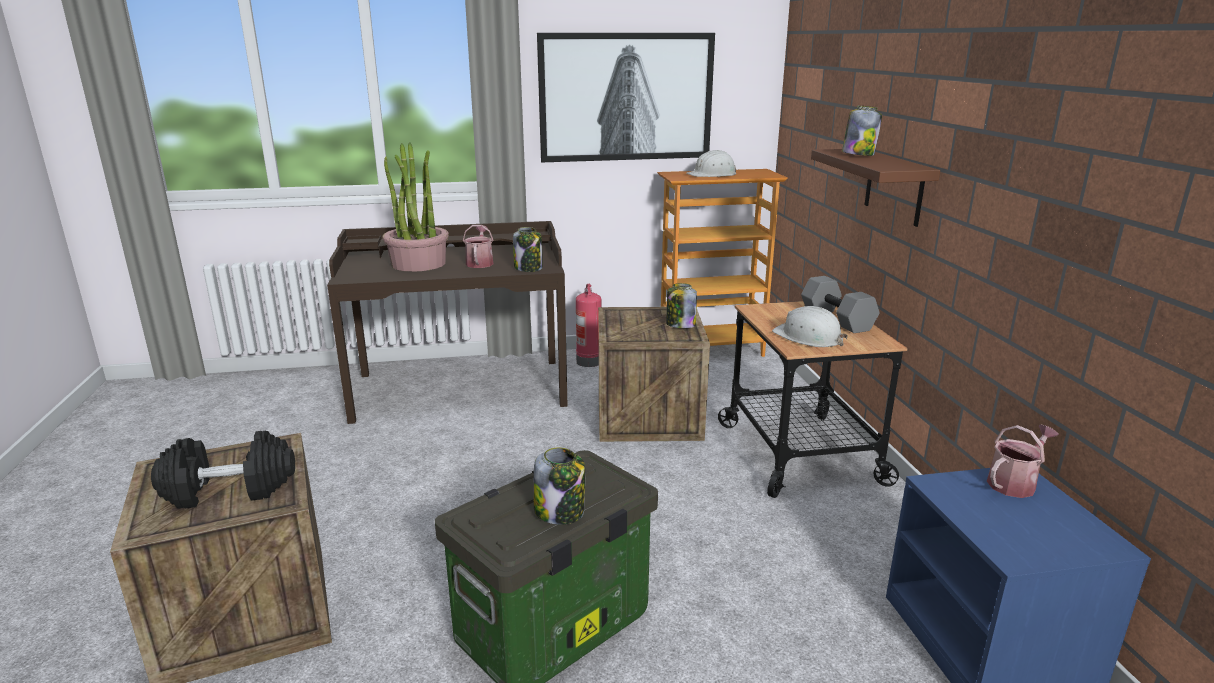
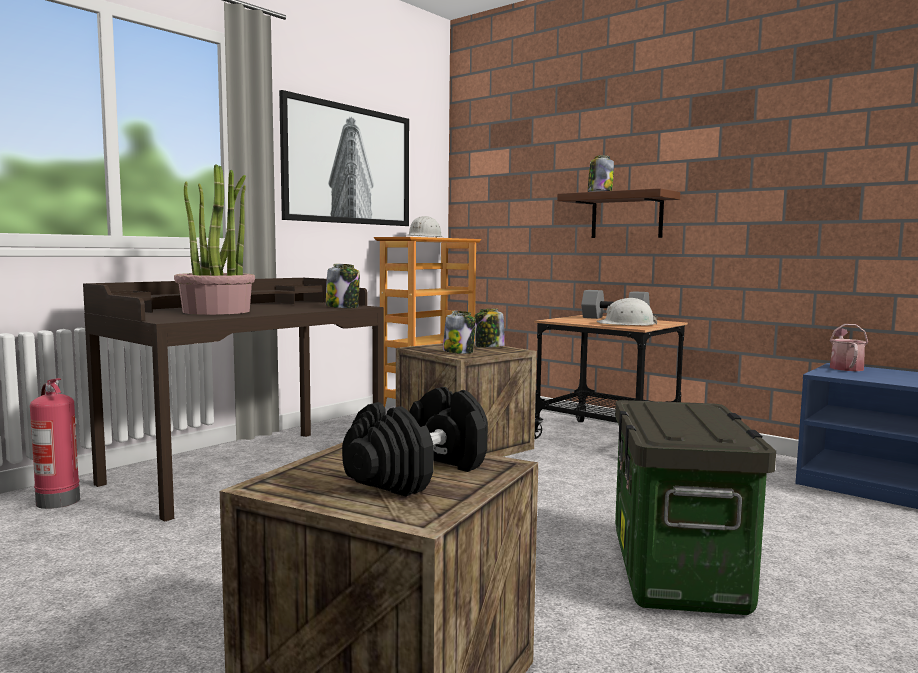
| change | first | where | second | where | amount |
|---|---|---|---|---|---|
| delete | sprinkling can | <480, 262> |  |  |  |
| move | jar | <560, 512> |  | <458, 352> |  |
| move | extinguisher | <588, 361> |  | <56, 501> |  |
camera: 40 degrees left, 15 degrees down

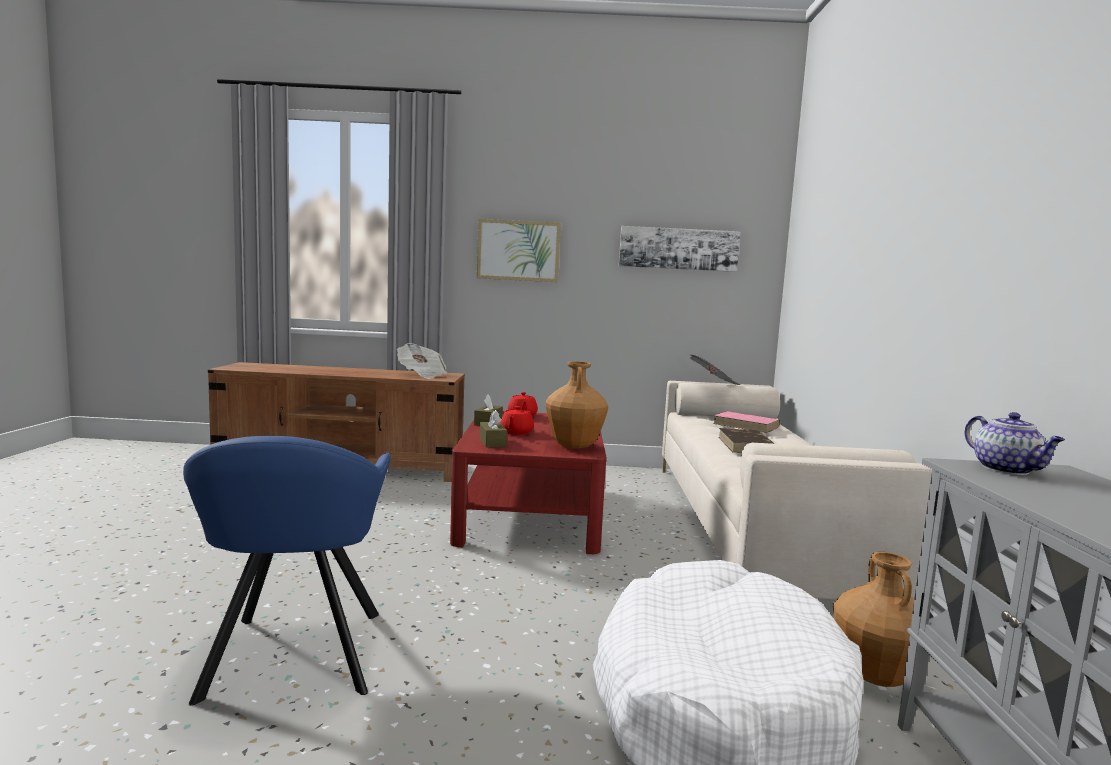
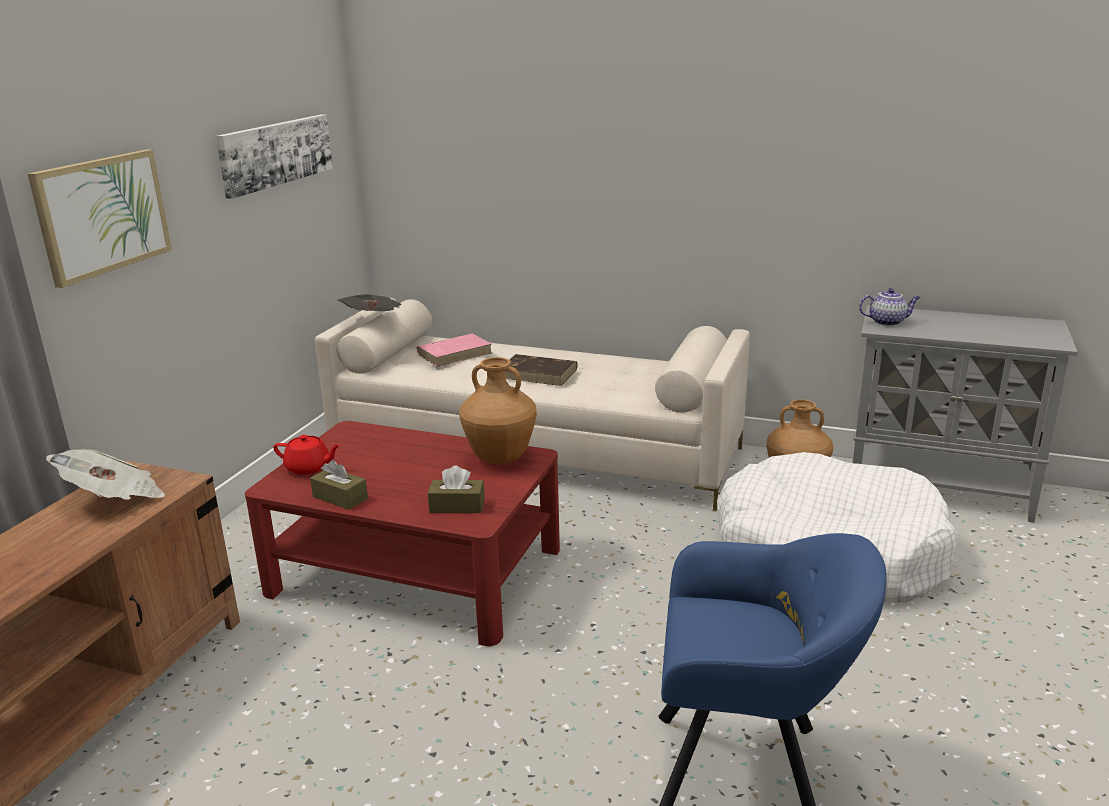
| change | first | where | second | where | amount |
|---|---|---|---|---|---|
| delete | red-coloured tea pot | <516, 432> |  |  |  |
camera: 70 degrees left, 15 degrees up

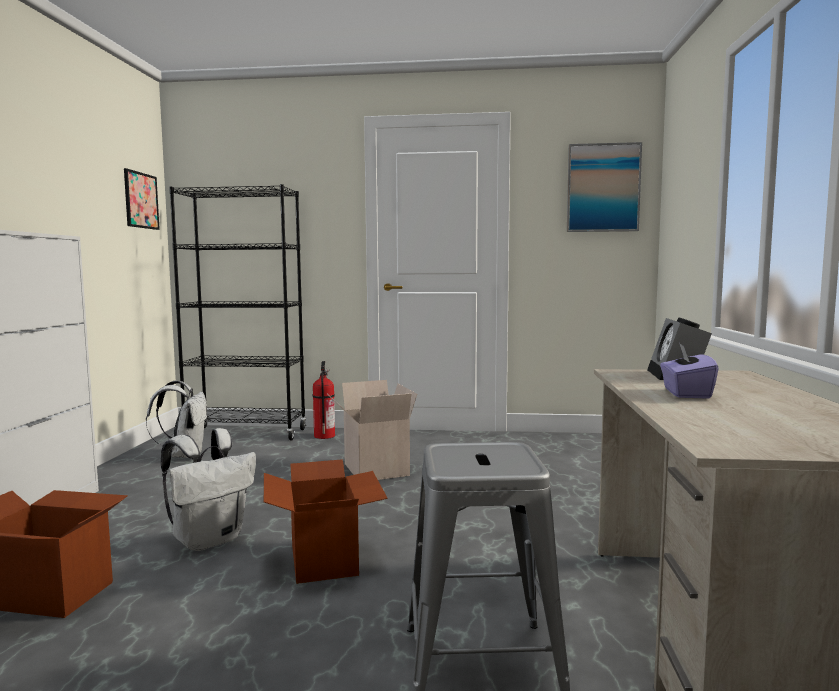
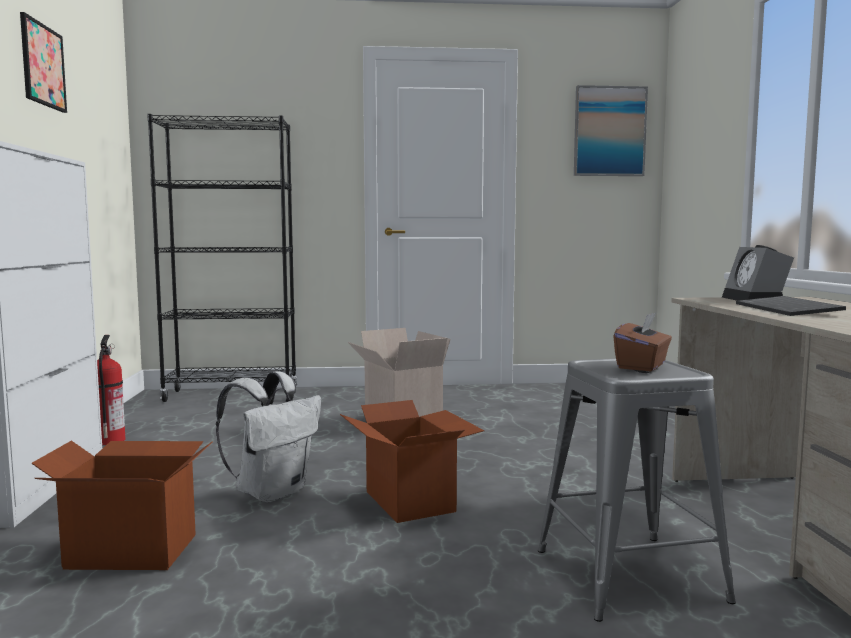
| change | first | where | second | where | amount |
|---|---|---|---|---|---|
| move | picture | <141, 200> |  | <43, 65> |  |
| delete | white rucksack | <185, 455> |  |  |  |
| move | extinguisher | <324, 436> |  | <109, 440> |  |
| replace | purplish box of tissues | <685, 393> | PC keyboard | <789, 309> |  |
| insert |  |  | brown-coloured box of tissues | <642, 366> |  |
camera: 10 degrees left, 0 degrees up

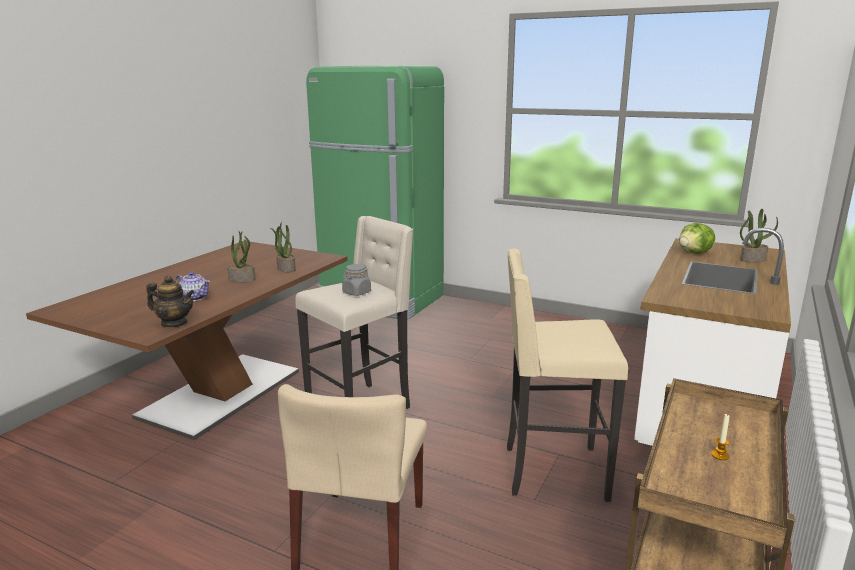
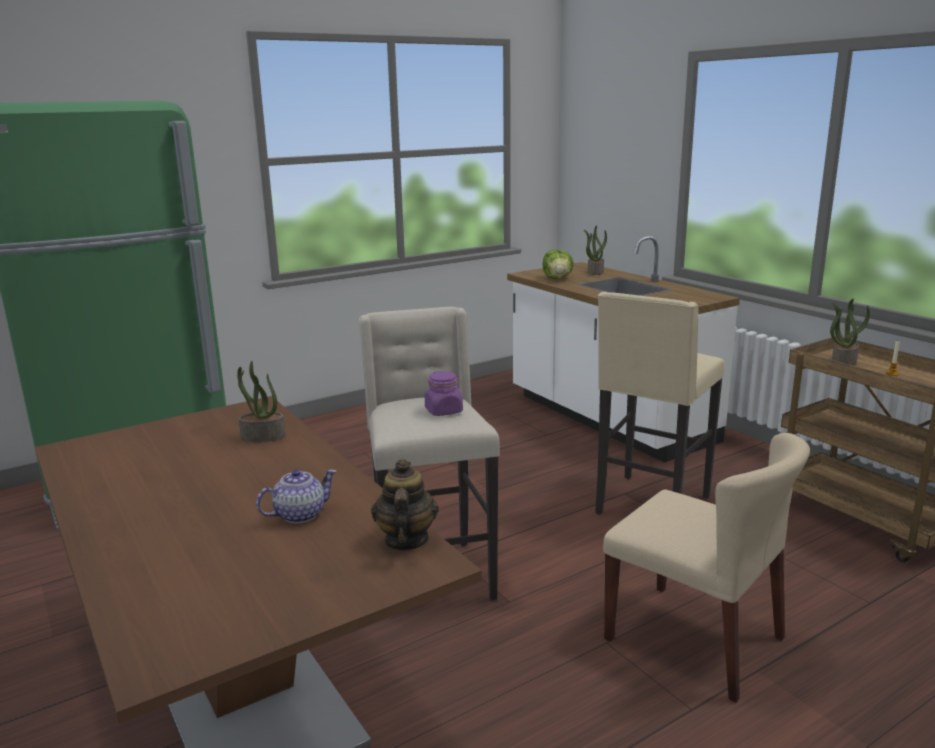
| change | first | where | second | where | amount |
|---|---|---|---|---|---|
| rotate | tea pot | <174, 323> |  | <405, 540> | 45 degrees counterclockwise |
| move | houseplant | <242, 279> |  | <843, 361> |  |
| recolor | greyish jar | <356, 292> | purplish jar | <444, 411> |  |
camera: 60 degrees left, 0 degrees up

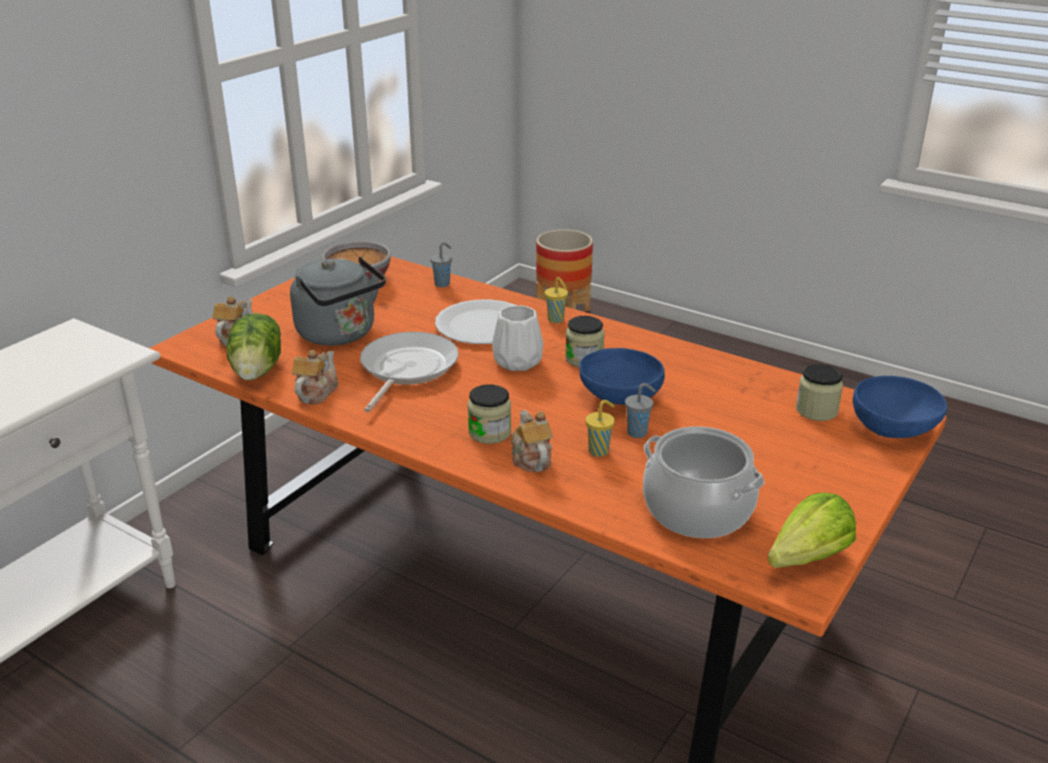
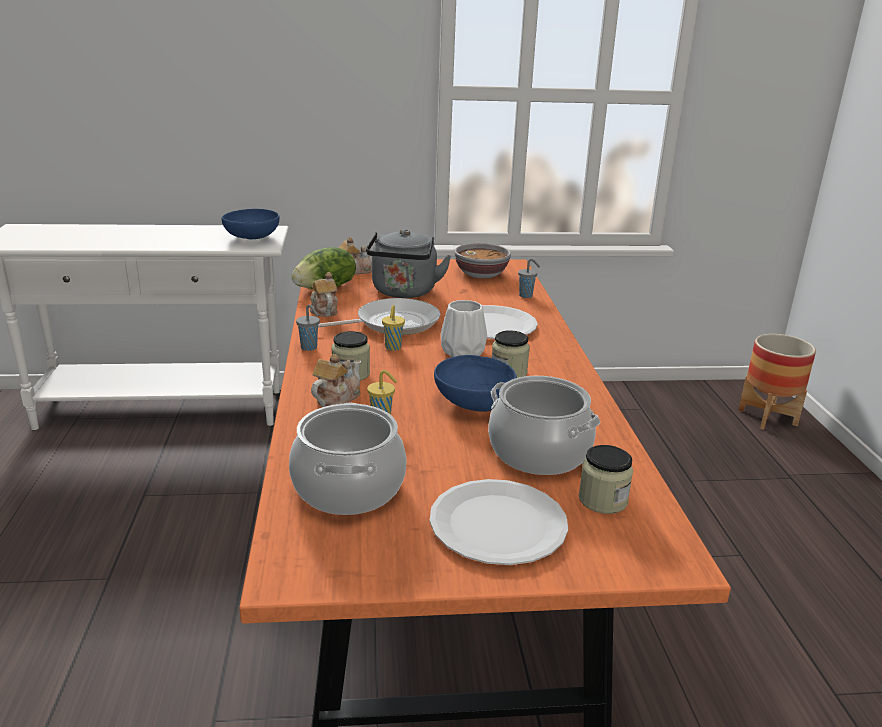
| change | first | where | second | where | amount |
|---|---|---|---|---|---|
| rotate | tea pot | <316, 392> |  | <323, 310> | 90 degrees counterclockwise |
| move | yellowish small cup | <556, 320> |  | <393, 348> |  |
| move | greyish small cup | <638, 433> |  | <309, 348> |  |
| delete | head of lettuce | <800, 561> |  |  |  |
| move | bluish bowl | <894, 429> |  | <252, 239> |  |
| insert |  |  | white dinner plate | <497, 524> |  |
| insert |  |  | stockpot | <539, 452> |  |
camera: 50 degrees right, 5 degrees down

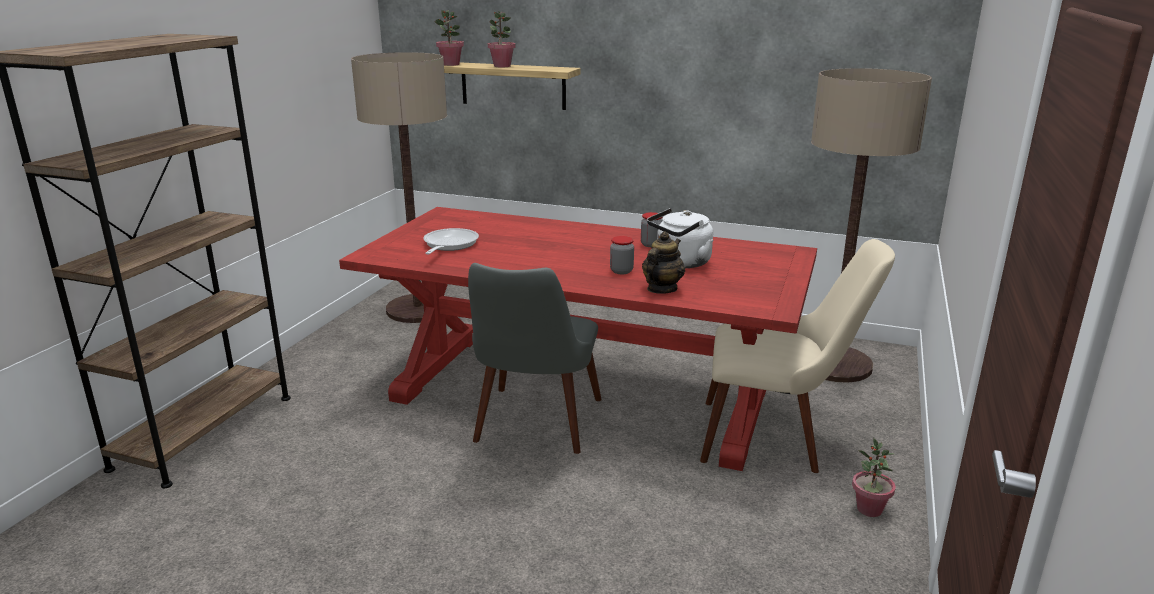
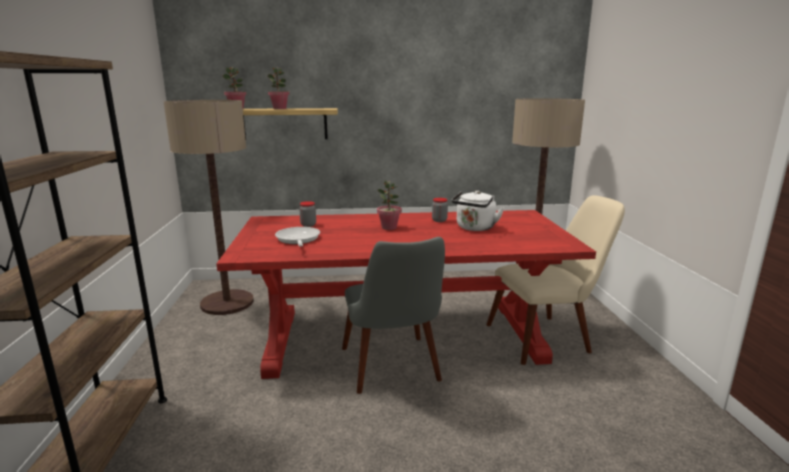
| change | first | where | second | where | amount |
|---|---|---|---|---|---|
| move | jar | <621, 271> |  | <308, 225> |  |
| delete | tea pot | <661, 289> |  |  |  |
| move | houseplant | <869, 509> |  | <389, 227> |  |
camera: 25 degrees left, 5 degrees down

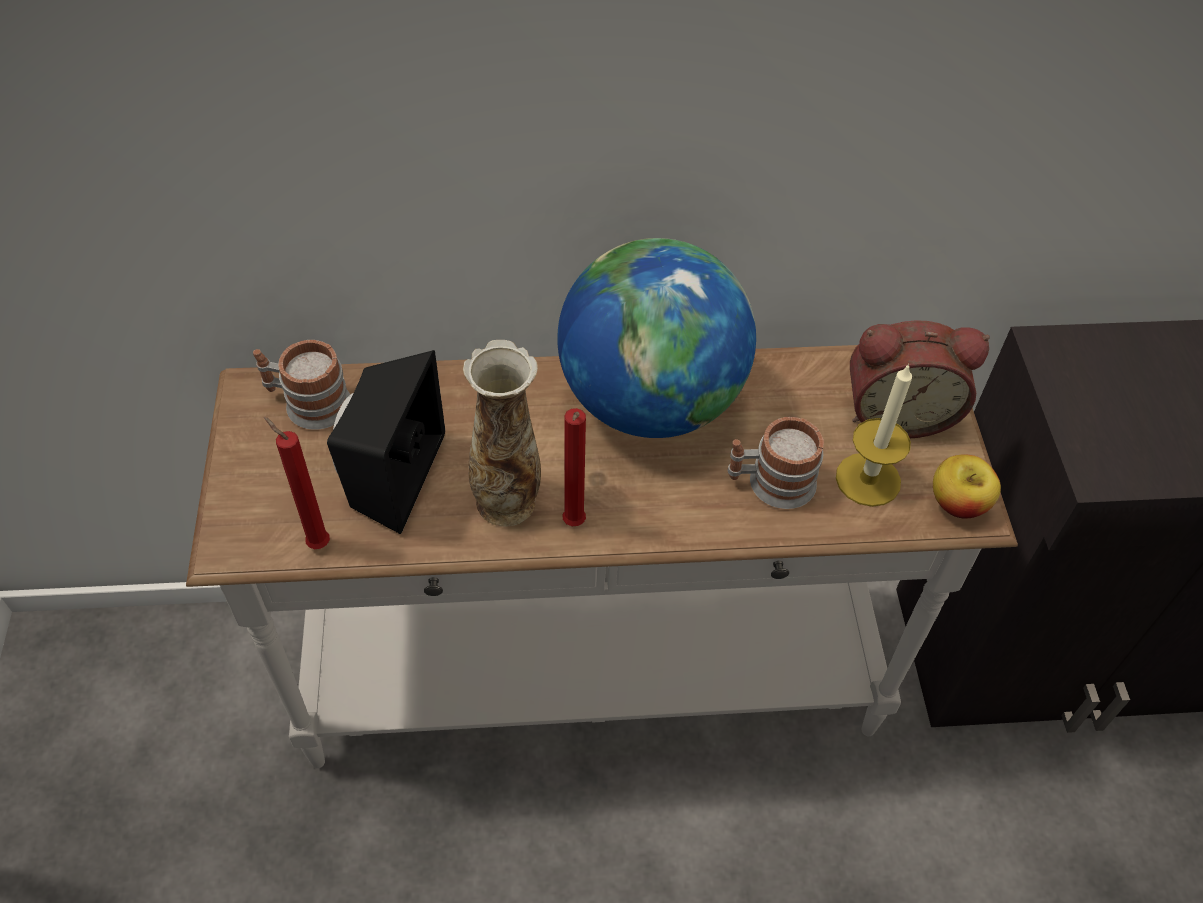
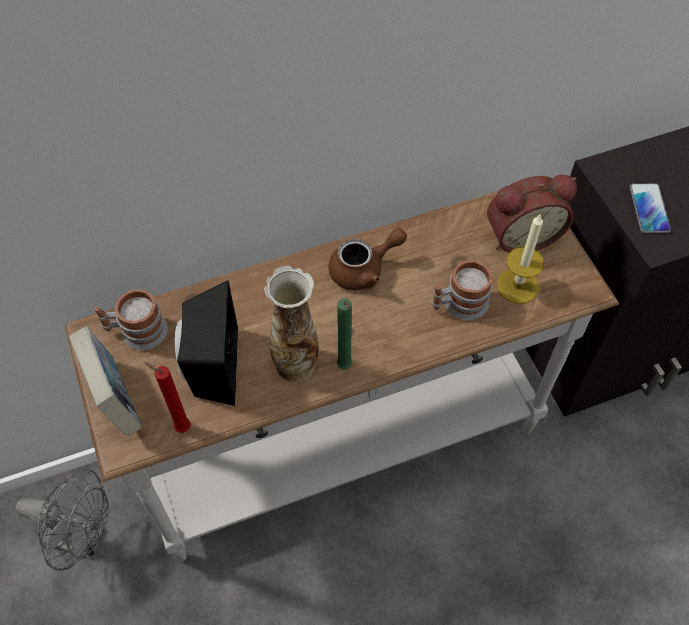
| change | first | where | second | where | amount |
|---|---|---|---|---|---|
| replace | desk globe | <650, 402> | brown-coloured tea pot | <364, 270> |  |
| recolor | red-coloured wax candle | <573, 525> | green-coloured wax candle | <344, 368> |  |
| delete | apple fruit | <957, 503> |  |  |  |
| insert |  |  | greyish electric fan | <84, 538> |  |
| insert |  |  | book | <115, 399> |  |
| insert |  |  | handset | <649, 209> |  |
camera: 15 degrees left, 5 degrees up

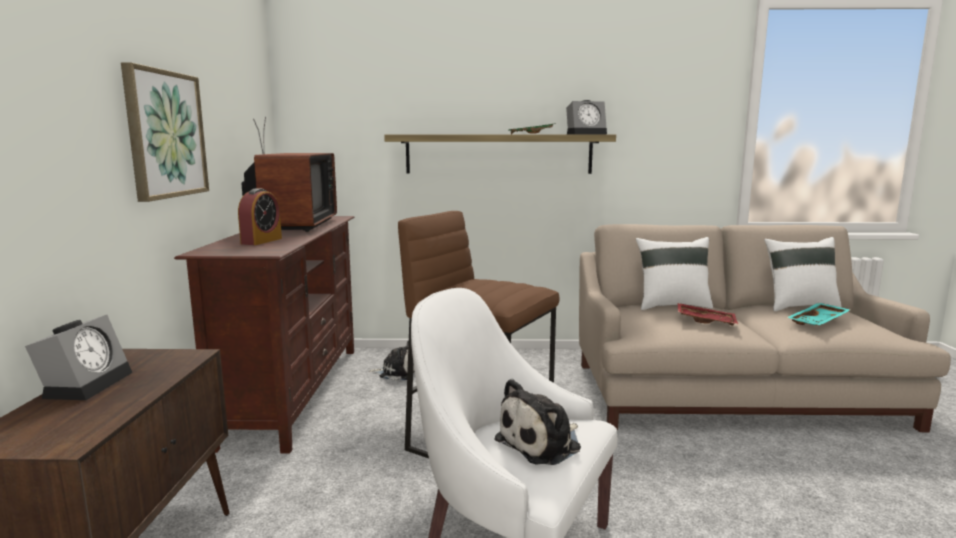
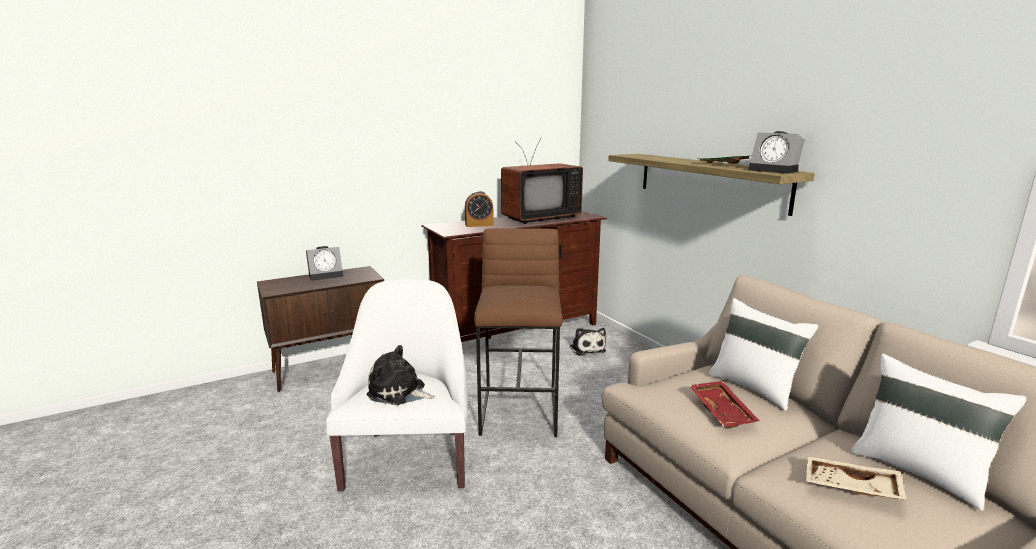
| change | first | where | second | where | amount |
|---|---|---|---|---|---|
| delete | picture | <165, 134> |  |  |  |
| recolor | turquoise-coloured carrying tray | <819, 322> | sand-coloured carrying tray | <851, 488> |  |
camera: 60 degrees right, 5 degrees up

